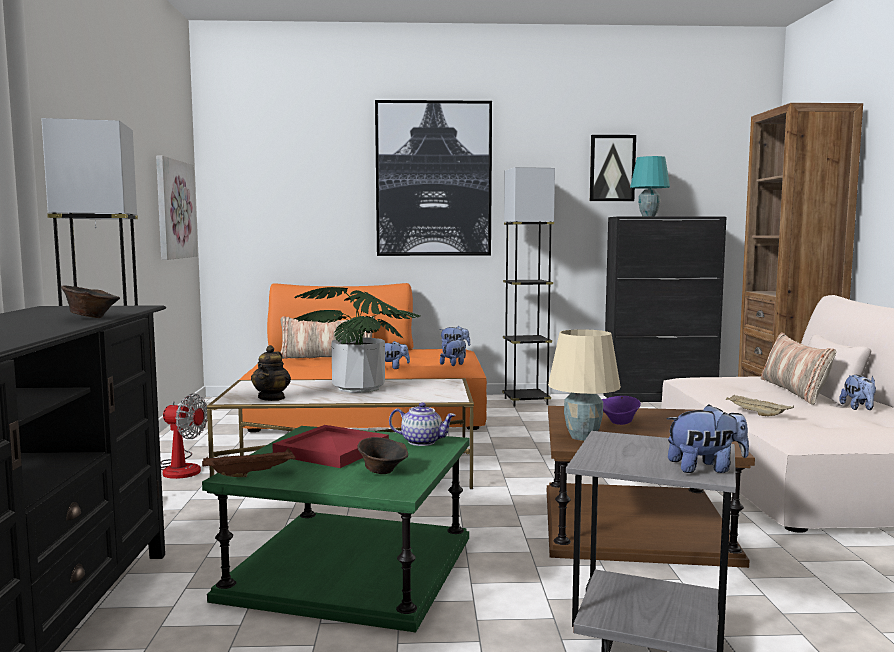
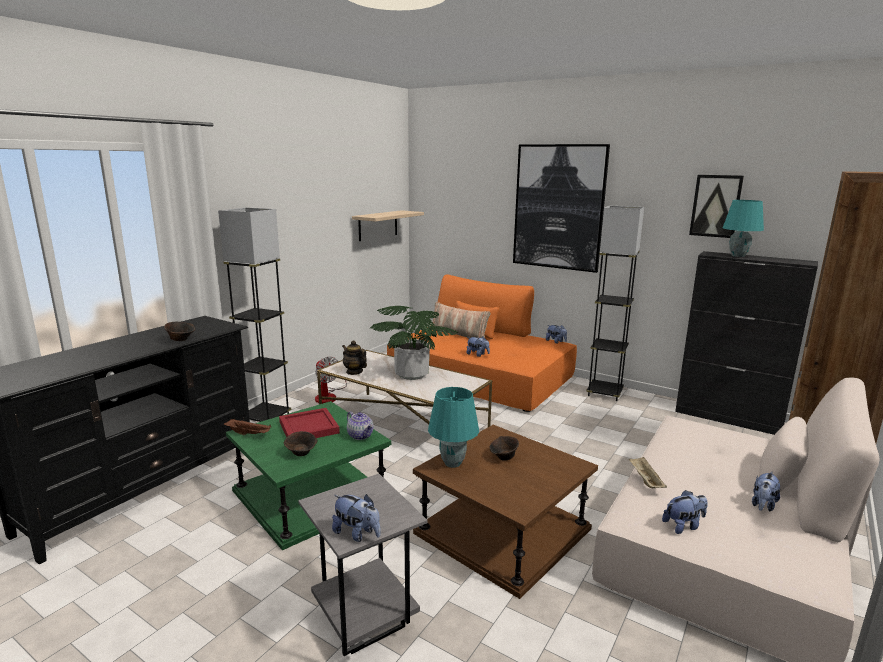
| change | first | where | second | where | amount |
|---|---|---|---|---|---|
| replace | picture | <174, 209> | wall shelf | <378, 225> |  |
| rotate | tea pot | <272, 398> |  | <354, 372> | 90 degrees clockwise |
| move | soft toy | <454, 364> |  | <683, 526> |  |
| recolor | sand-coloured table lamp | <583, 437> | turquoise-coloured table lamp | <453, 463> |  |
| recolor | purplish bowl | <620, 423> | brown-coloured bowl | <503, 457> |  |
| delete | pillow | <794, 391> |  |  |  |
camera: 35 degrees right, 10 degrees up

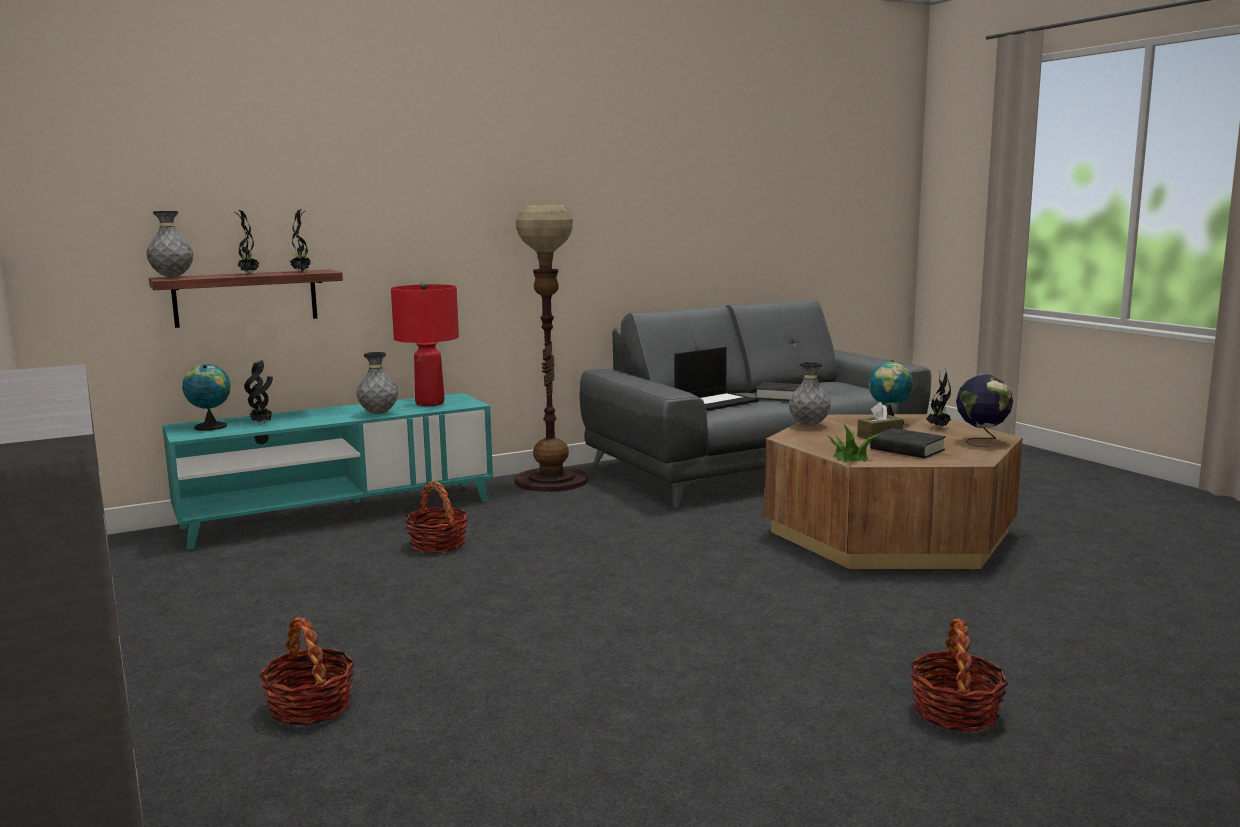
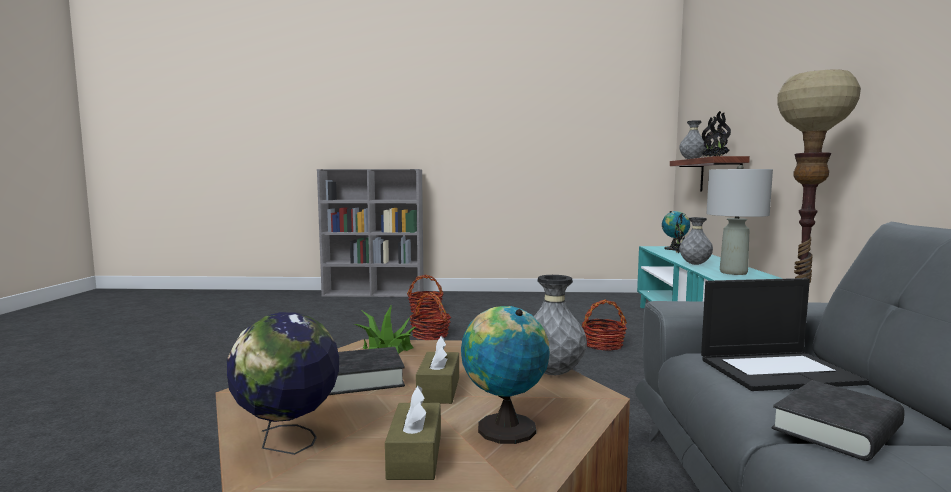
| change | first | where | second | where | amount |
|---|---|---|---|---|---|
| recolor | red-coloured table lamp | <429, 403> | greyish table lamp | <732, 272> |  |
| rotate | laptop | <716, 402> |  | <778, 370> | 90 degrees counterclockwise |
| move | basket | <955, 712> |  | <430, 335> |  |
| replace | houseplant | <939, 427> | brown-coloured box of tissues | <415, 456> |  |
camera: 120 degrees right, 5 degrees down

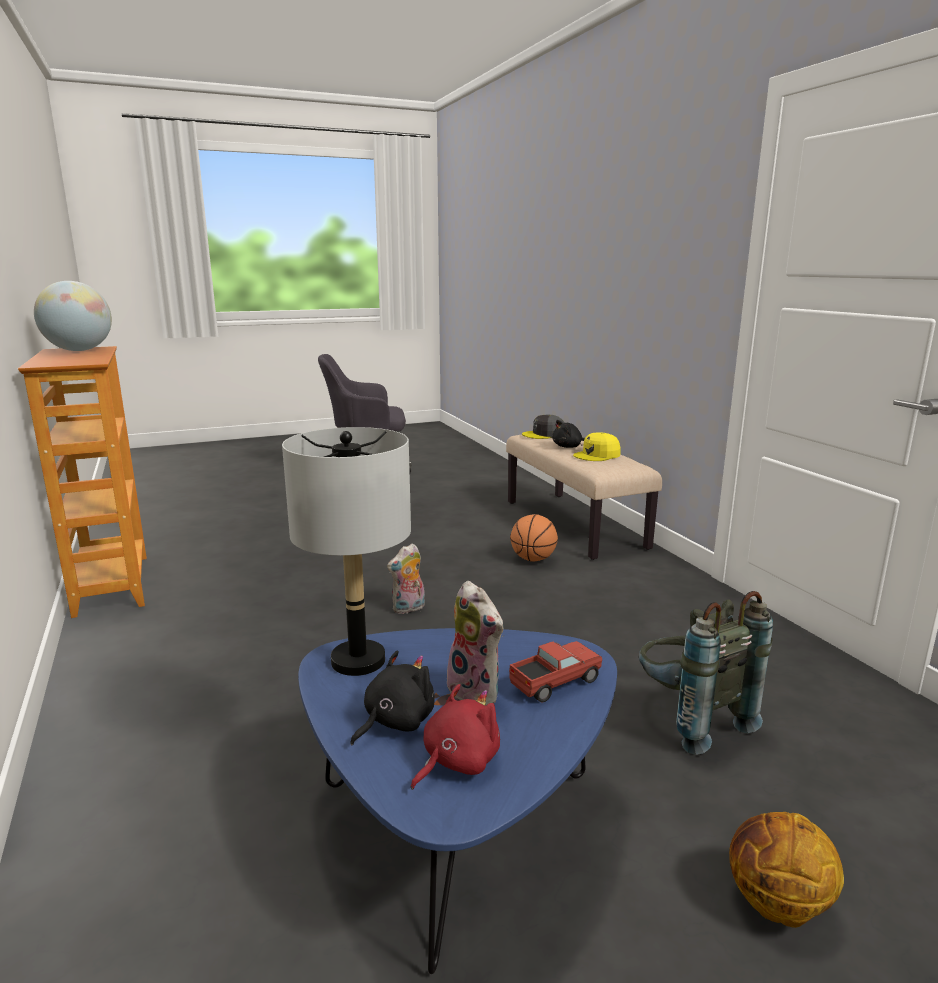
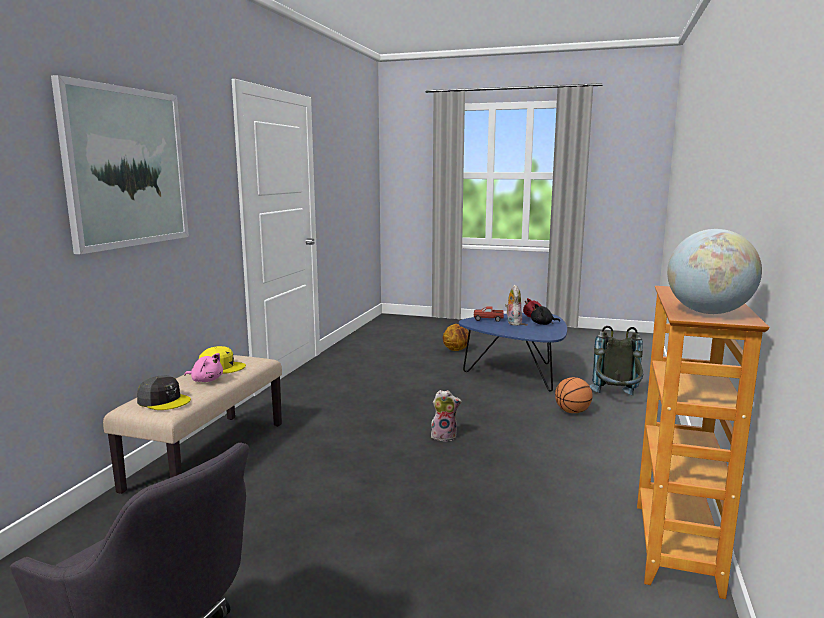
| change | first | where | second | where | amount |
|---|---|---|---|---|---|
| delete | greyish table lamp | <357, 661> |  |  |  |
| move | basketball | <533, 559> |  | <572, 412> |  |
| recolor | blackish soft toy | <568, 447> | pink soft toy | <206, 380> |  |
| move | greyish rucksack | <689, 719> |  | <616, 399> |  |
| insert |  |  | picture | <126, 167> |  |
camera: 140 degrees left, 5 degrees down

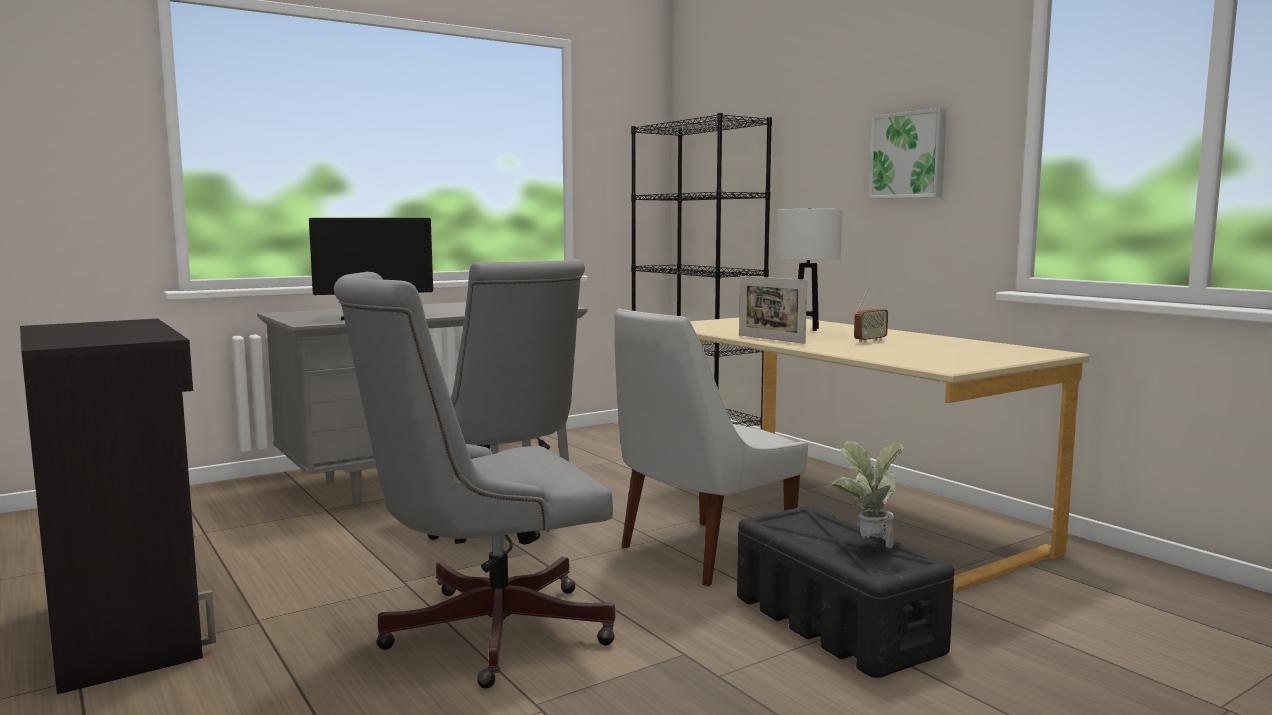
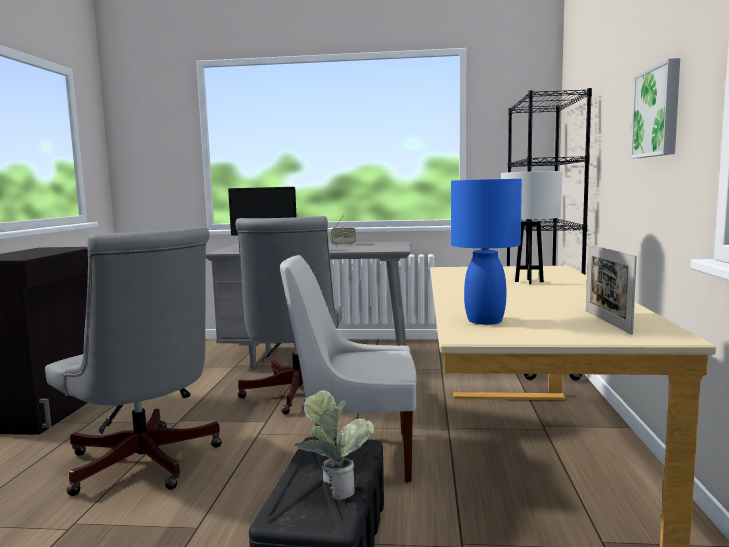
| change | first | where | second | where | amount |
|---|---|---|---|---|---|
| rotate | greyish office chair | <481, 632> |  | <145, 465> | 150 degrees counterclockwise |
| move | standing frame | <771, 339> |  | <607, 322> |  |
| move | radio | <870, 341> |  | <343, 244> |  |
| insert |  |  | bluish table lamp | <484, 321> |  |
camera: 40 degrees right, 0 degrees up

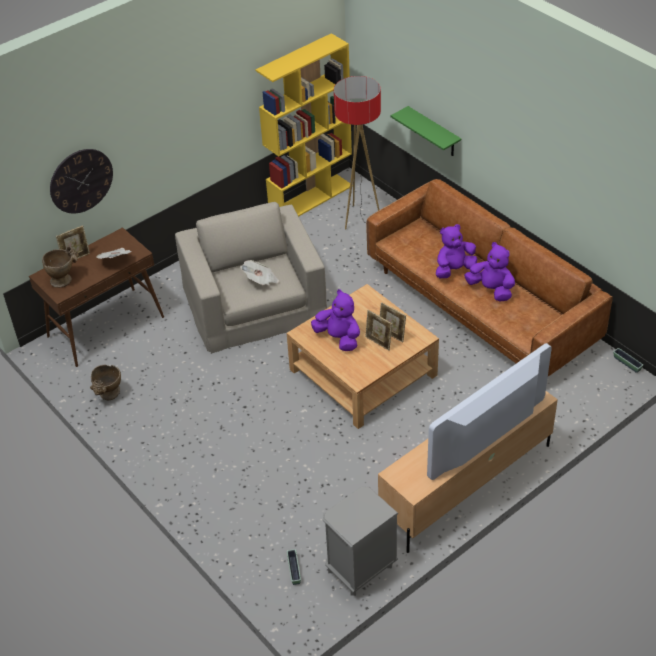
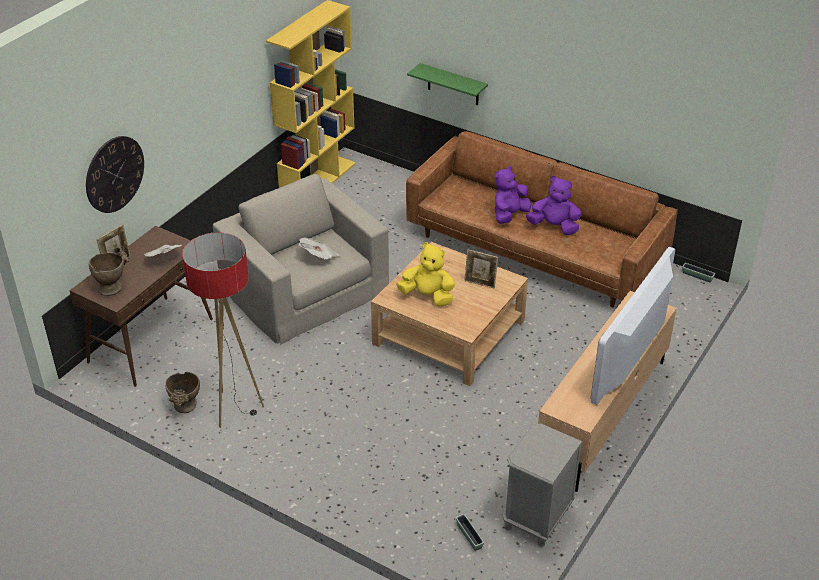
| change | first | where | second | where | amount |
|---|---|---|---|---|---|
| recolor | purplish soft toy | <339, 338> | yellowish soft toy | <428, 296> |  |
| move | floor lamp | <360, 218> |  | <235, 408> |  |
| delete | standing frame | <378, 343> |  |  |  |
camera: 20 degrees left, 5 degrees down

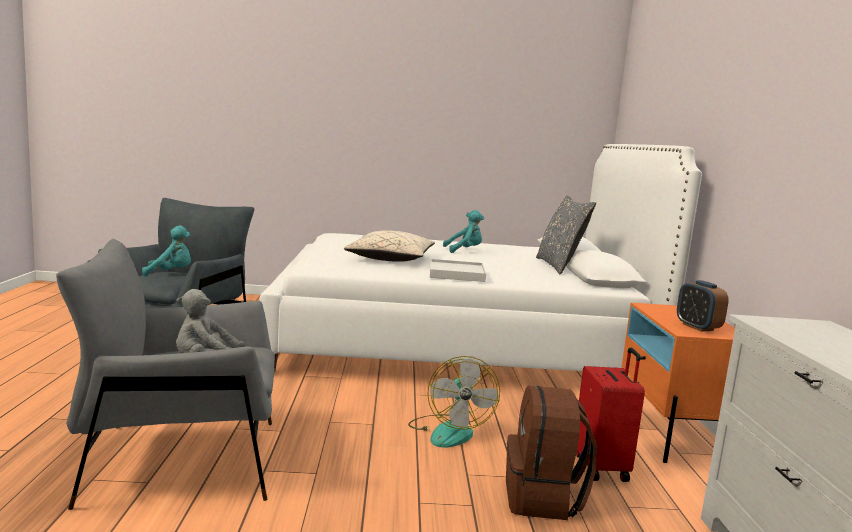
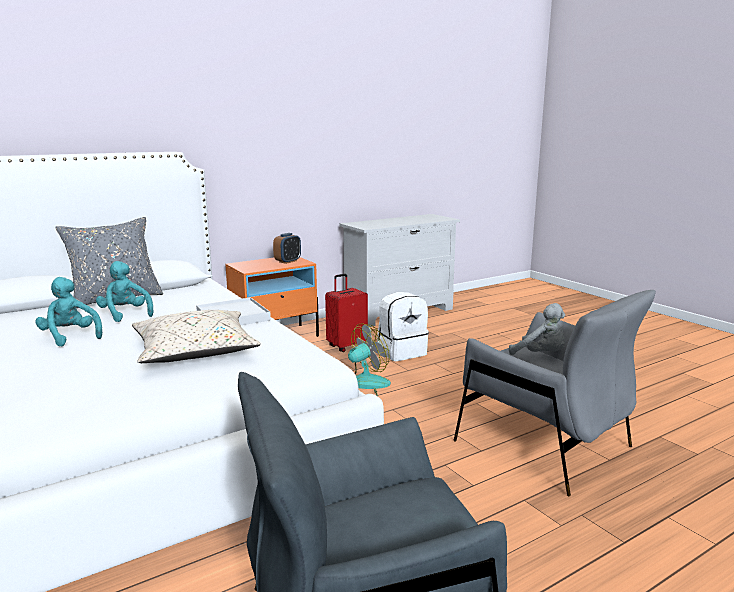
| change | first | where | second | where | amount |
|---|---|---|---|---|---|
| move | turquoise-coloured soft toy | <170, 273> |  | <125, 314> |  |
| recolor | brown-coloured rucksack | <543, 498> | white rucksack | <401, 352> |  |
camera: 120 degrees left, 5 degrees up

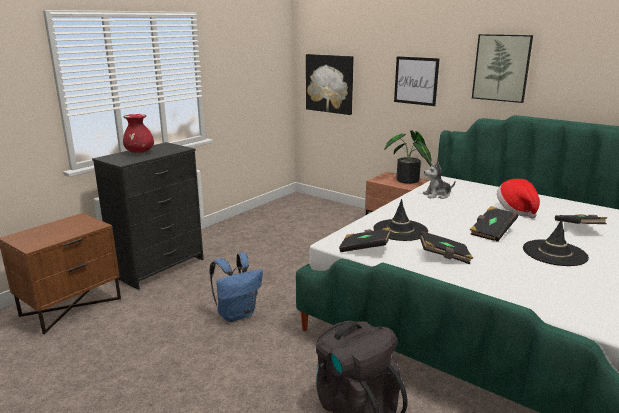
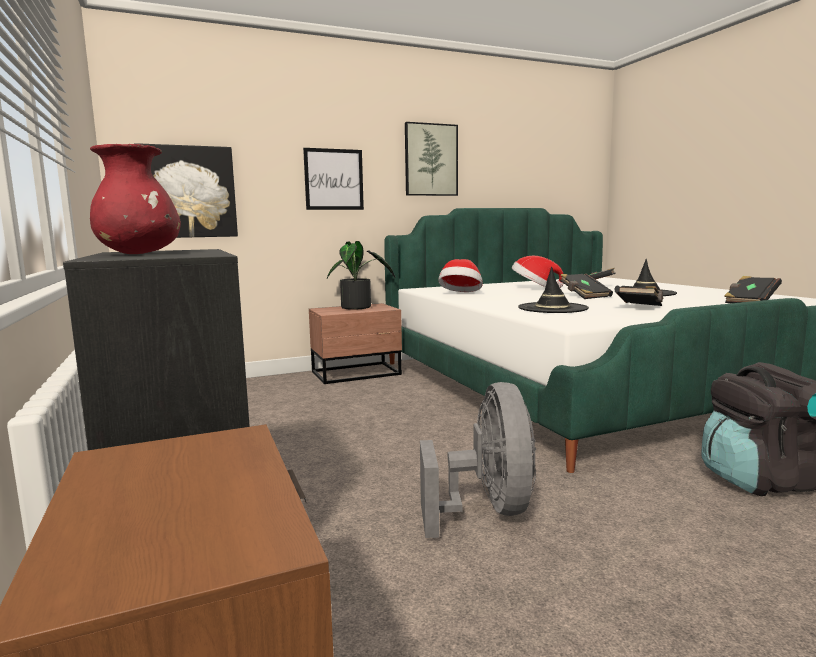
| change | first | where | second | where | amount |
|---|---|---|---|---|---|
| replace | bluish rucksack | <237, 314> | greyish electric fan | <487, 510> |  |
| move | blackish book | <365, 249> |  | <750, 301> |  |
| replace | soft toy | <437, 195> | wearable hat | <461, 294> |  |
camera: 60 degrees left, 10 degrees down

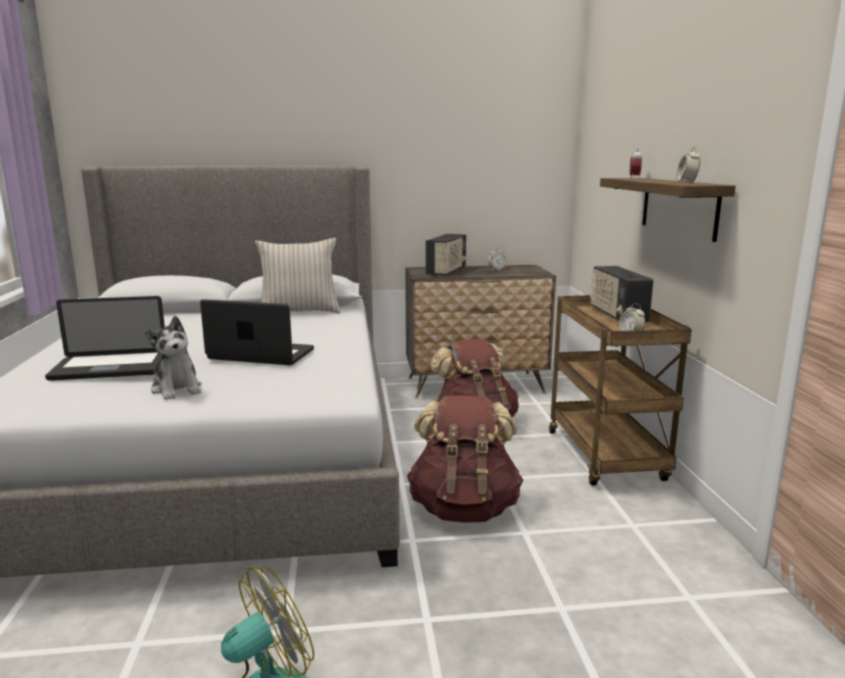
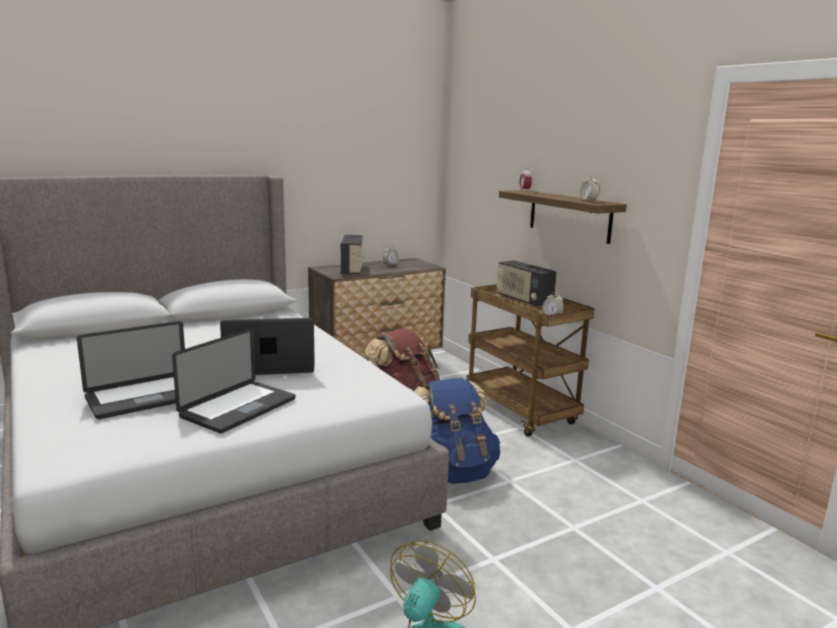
| change | first | where | second | where | amount |
|---|---|---|---|---|---|
| replace | soft toy | <177, 389> | laptop | <238, 408> |  |
| delete | sand-coloured pillow | <299, 311> |  |  |  |
| recolor | brown-coloured rucksack | <464, 508> | bluish rucksack | <452, 472> |  |
camera: 25 degrees left, 0 degrees up

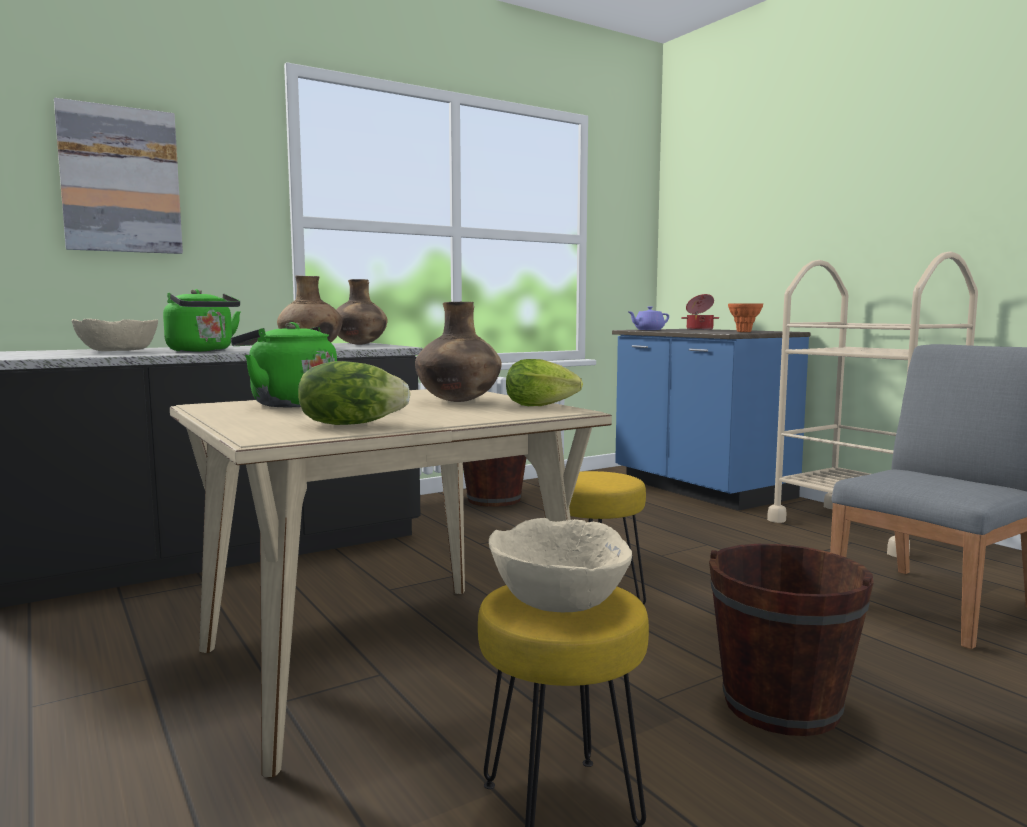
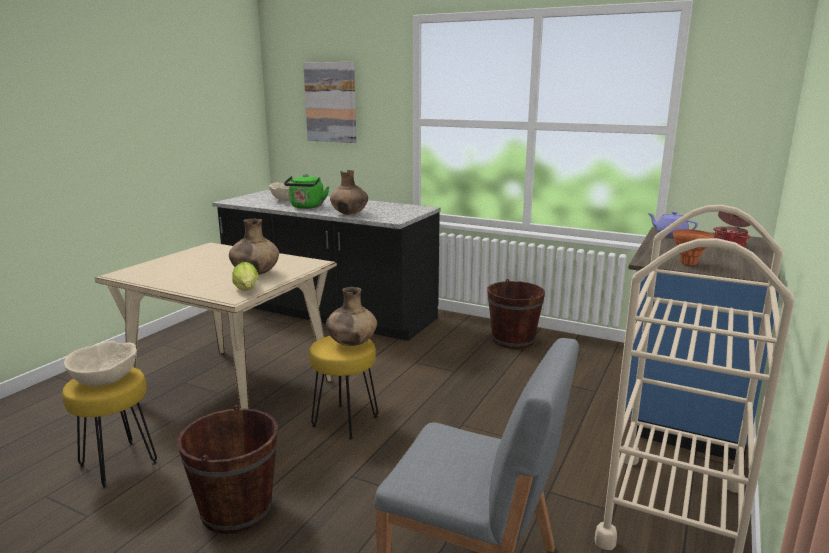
| change | first | where | second | where | amount |
|---|---|---|---|---|---|
| delete | green-coloured kettle | <289, 404> |  |  |  |
| delete | head of lettuce | <351, 424> |  |  |  |
| move | brown-coloured flower vase | <359, 344> |  | <351, 343> |  |
camera: 60 degrees right, 10 degrees up

